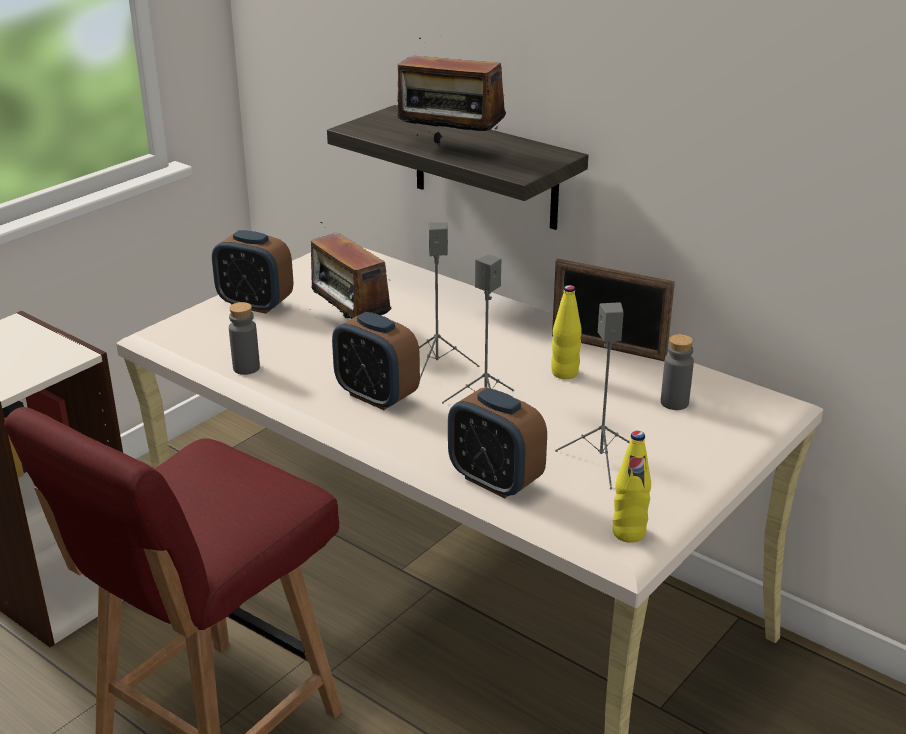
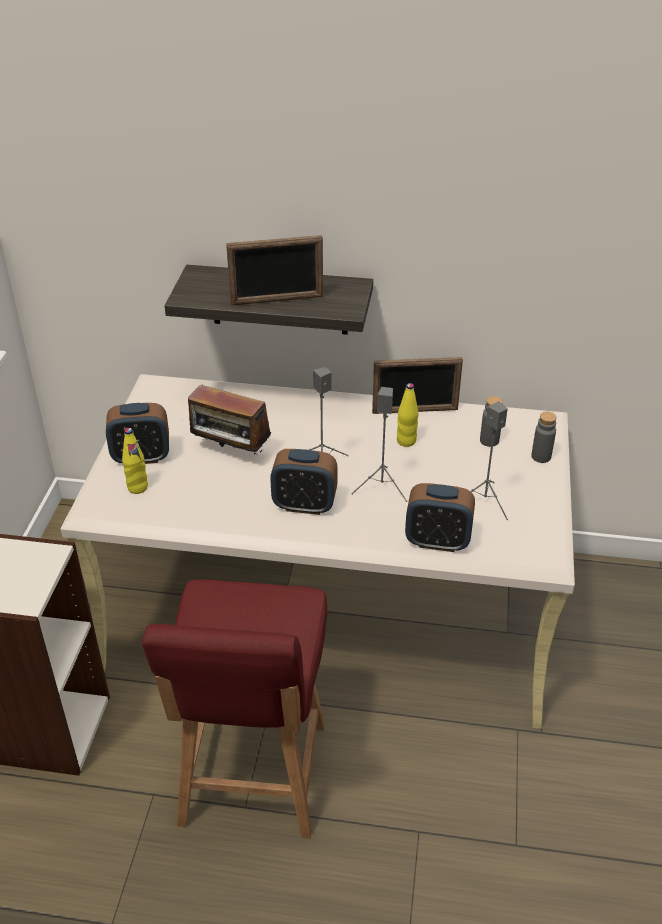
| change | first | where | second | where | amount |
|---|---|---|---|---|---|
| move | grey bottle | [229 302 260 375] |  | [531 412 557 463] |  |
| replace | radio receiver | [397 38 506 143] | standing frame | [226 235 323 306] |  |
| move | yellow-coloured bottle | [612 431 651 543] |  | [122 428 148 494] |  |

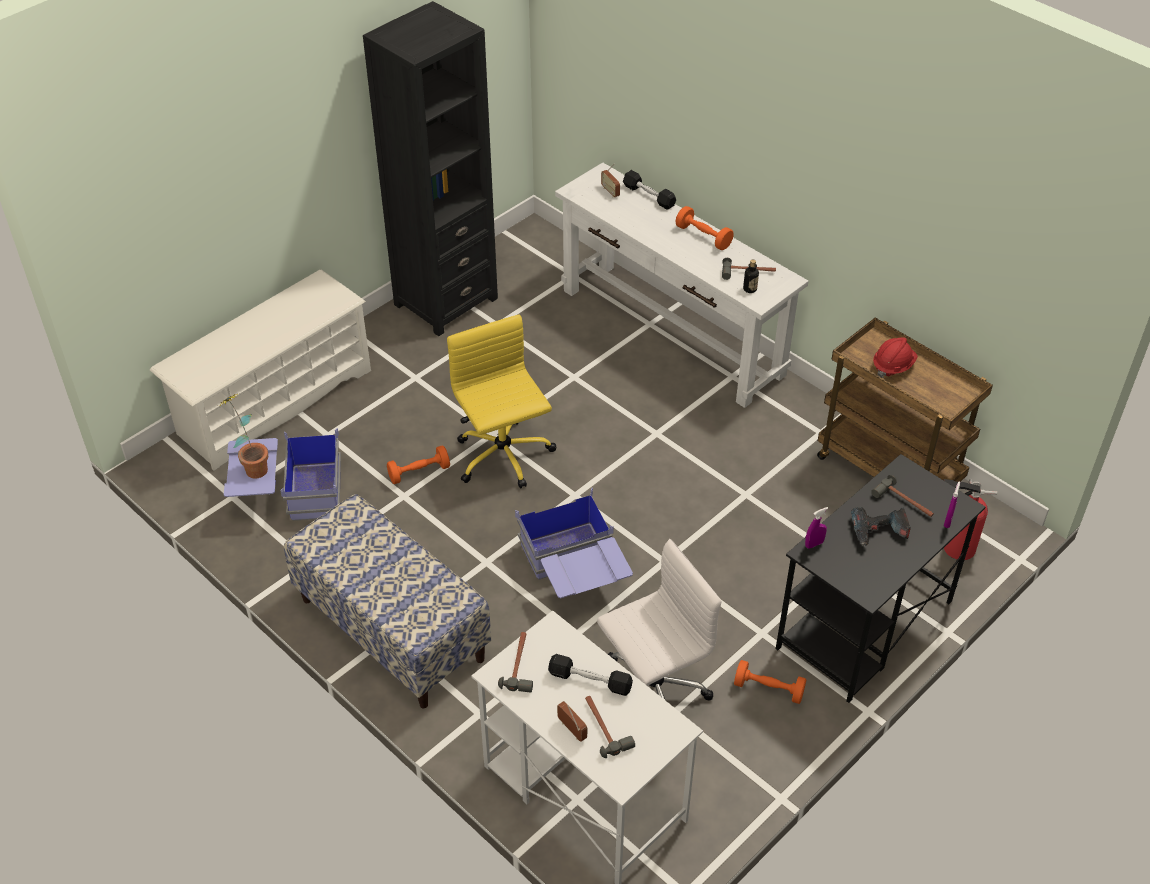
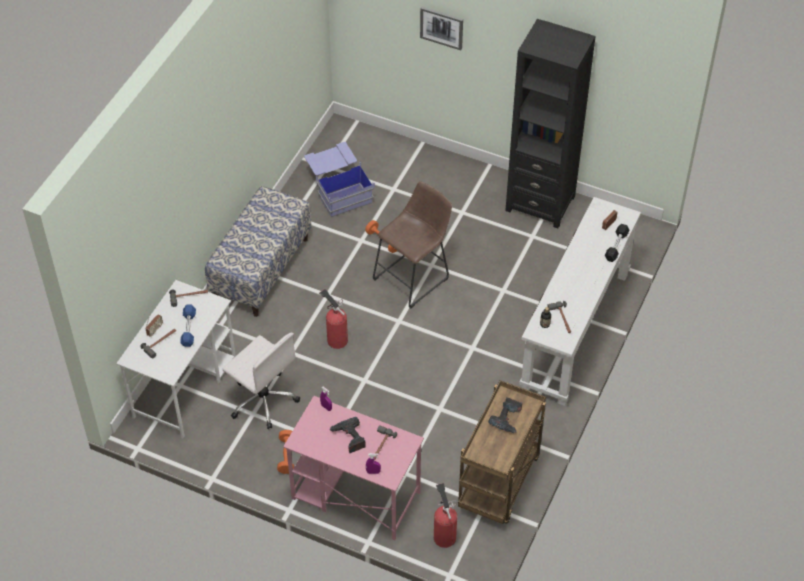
| change | first | where | second | where | amount |
|---|---|---|---|---|---|
| delete | white-coloured shoe shelf | [150 269 371 471] |  |  |  |
| delete | houseplant | [218 394 268 478] |  |  |  |
| replace | yellow-coloured computer chair | [447 314 556 488] | brown stool | [373 181 452 308] |  |
| replace | bluish storage bin | [515 488 633 598] | extinguisher | [319 289 348 349] |  |
| recolor | black-coloured hand weight | [548 654 633 696] | bluish hand weight | [180 304 196 347] |  |
| delete | orange hand weight | [676 206 734 250] |  |  |  |
| recolor | black-coloured desk unit | [776 454 985 703] | pinkish desk unit | [283 396 424 540] |  |
| replace | reddish hard hat | [873 337 918 378] | electric drill | [488 397 522 433] |  |
| insert |  |  | wall picture | [420 7 463 50] |  |

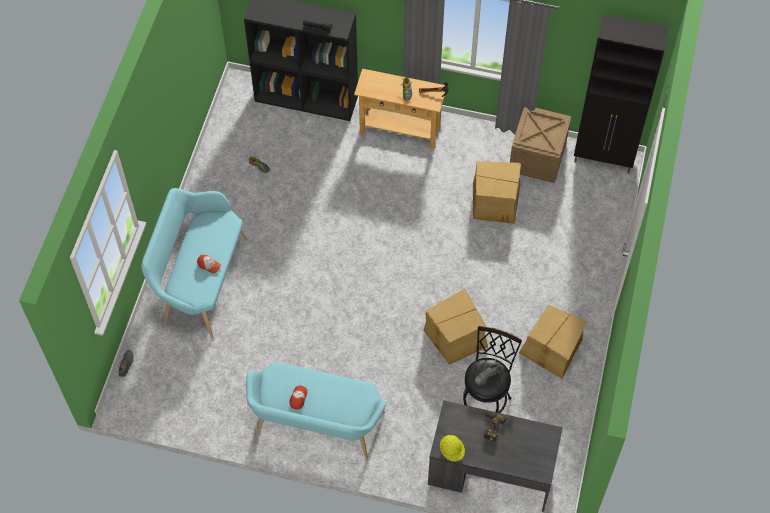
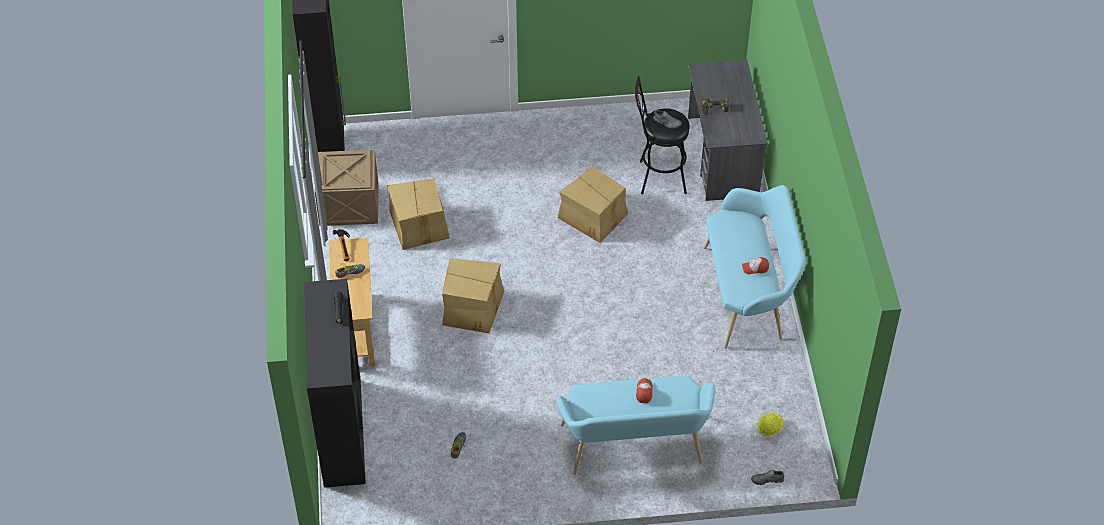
| change | first | where | second | where | amount |
|---|---|---|---|---|---|
| move | yellow-coloured hard hat | [440 435 465 462] |  | [757 413 784 436] |  |
| move | packing box | [519 305 587 379] |  | [442 258 504 334] |  |

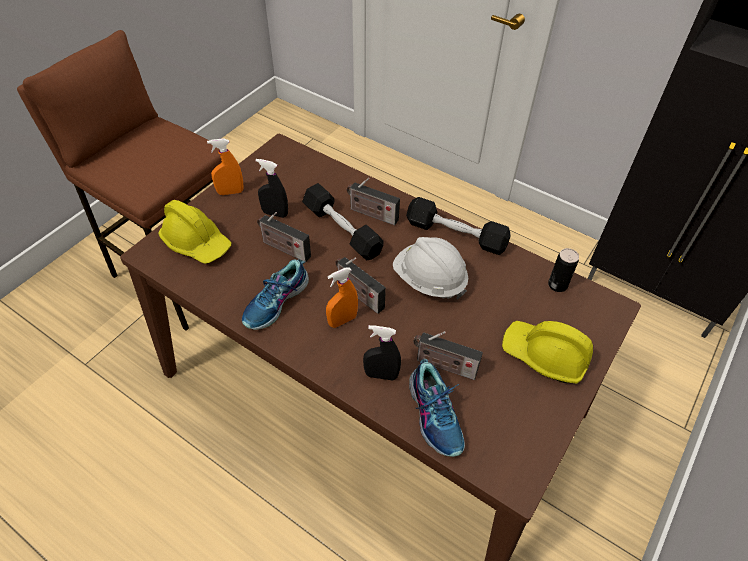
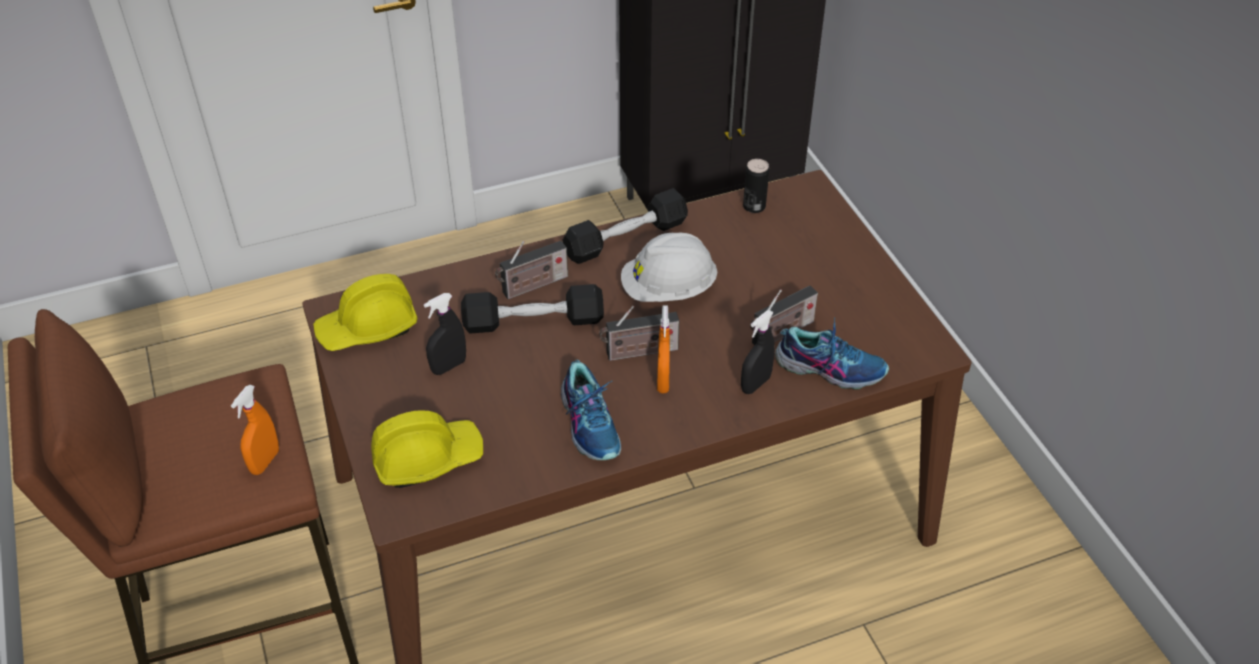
| change | first | where | second | where | amount |
|---|---|---|---|---|---|
| move | orange spray bottle | [207 138 243 195] |  | [231 385 279 475] |  |
| delete | radio receiver | [257 212 311 262] |  |  |  |
| move | yellow-coloured hard hat | [502 321 593 383] |  | [313 274 417 351] |  |

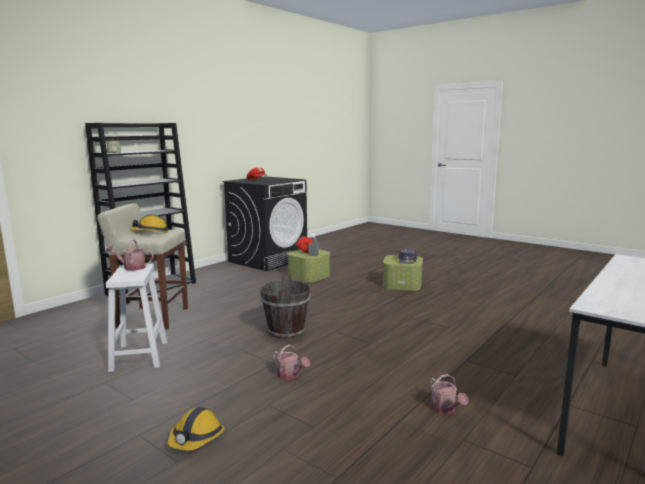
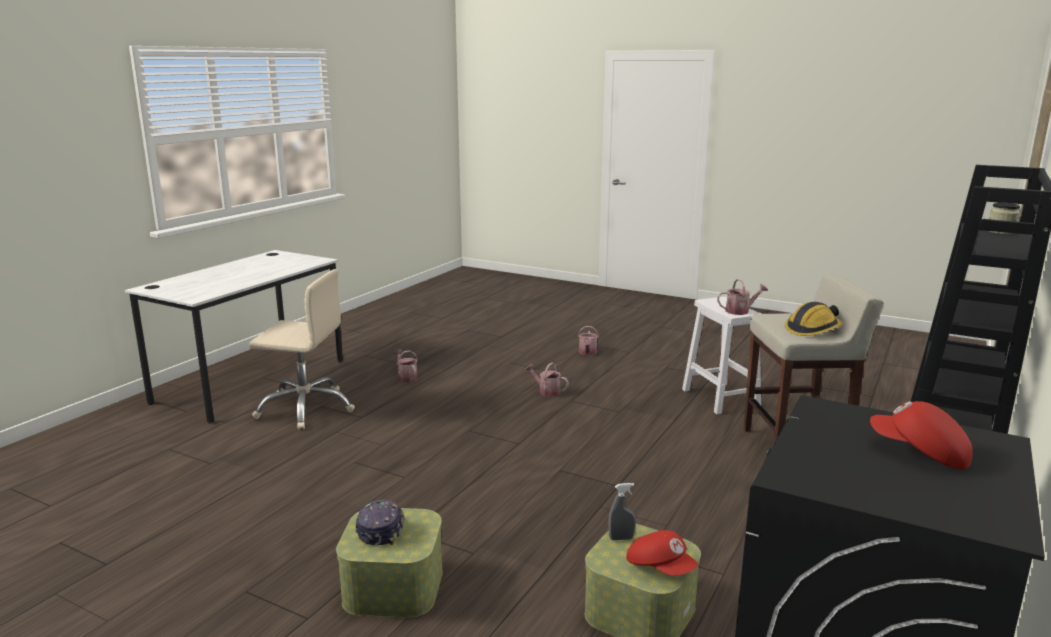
| change | first | where | second | where | amount |
|---|---|---|---|---|---|
| replace | hard hat | [168 407 225 451] | watering can | [578 326 599 355] |  |
| delete | brown bucket | [260 275 311 339] |  |  |  |
| insert |  |  | sand-coloured computer chair | [249 269 355 430] |  |

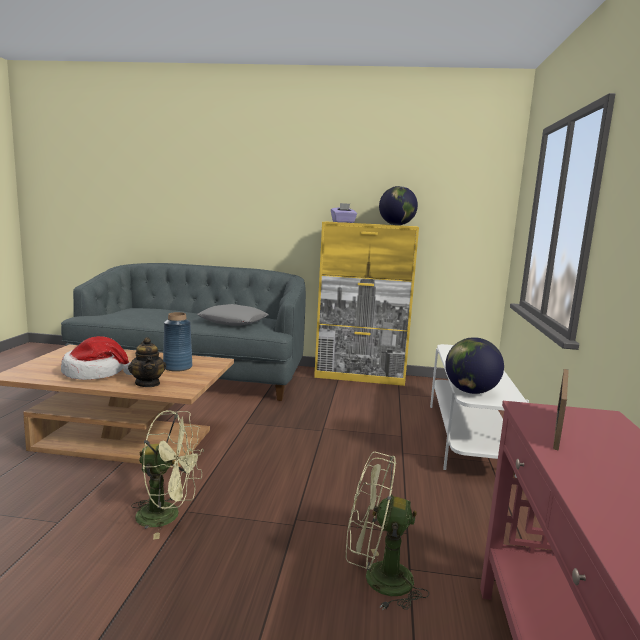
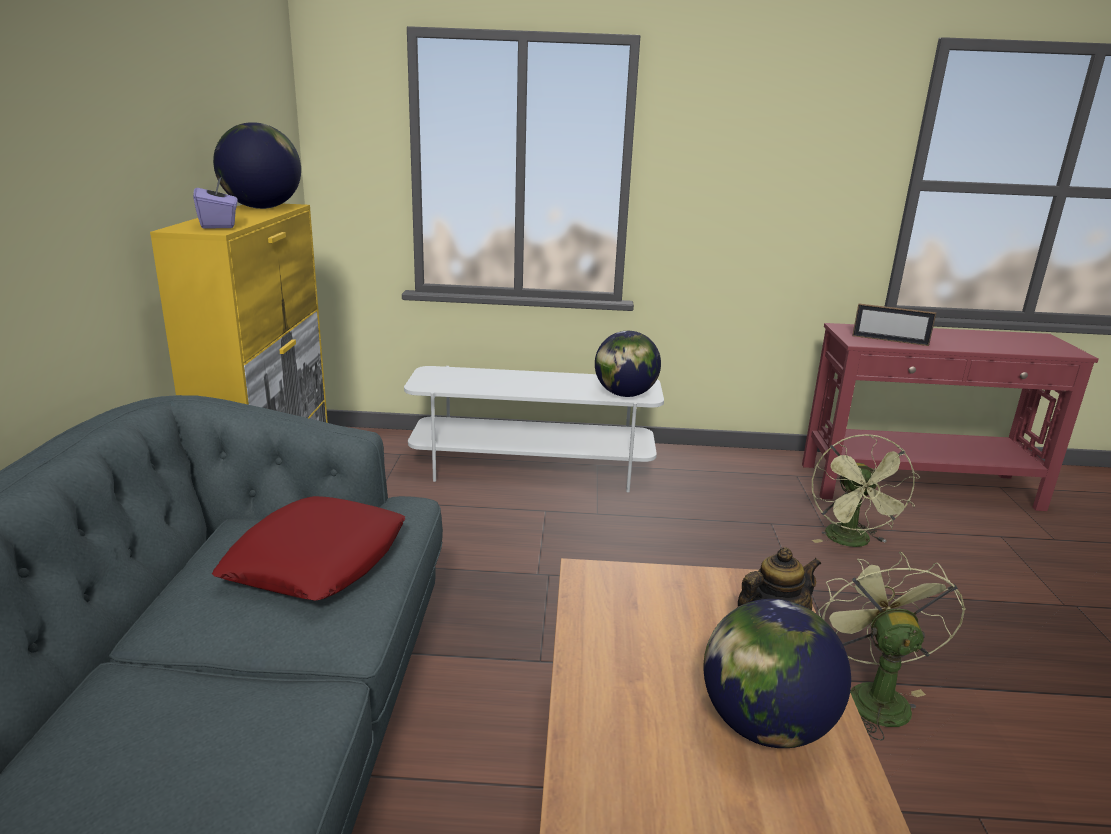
| change | first | where | second | where | amount |
|---|---|---|---|---|---|
| replace | wearable hat | [61 336 132 380] | desk globe | [704 599 851 748] |  |
| delete | bluish vase | [163 312 192 372] |  |  |  |
| recolor | grey cushion | [197 304 269 326] | reddish cushion | [212 496 405 600] |  |

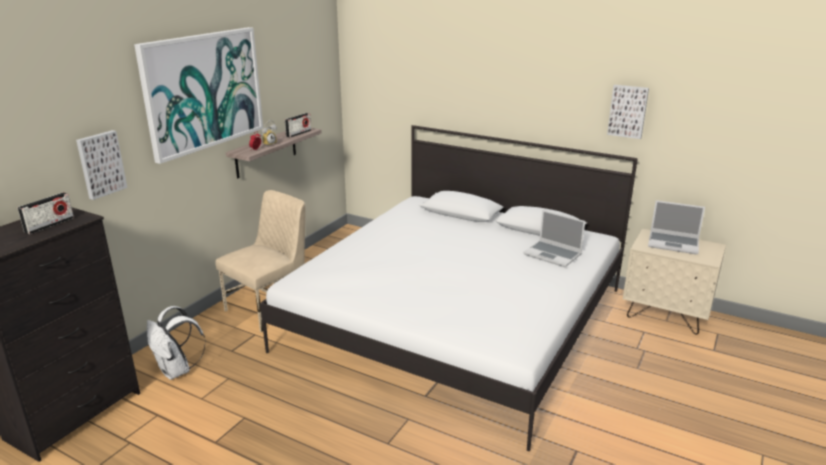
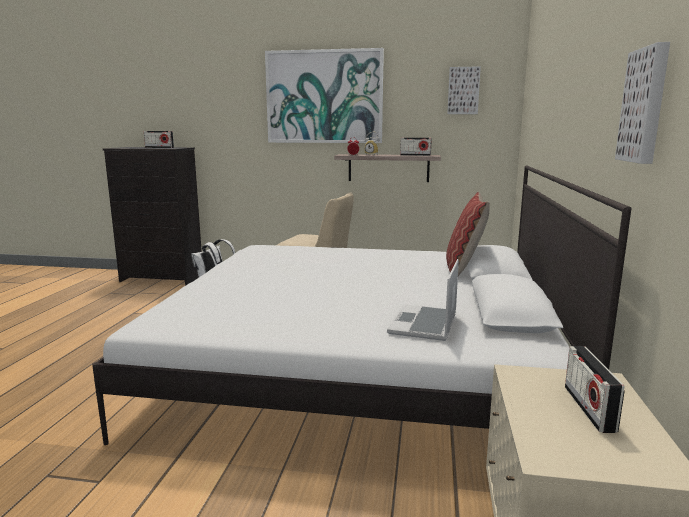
| change | first | where | second | where | amount |
|---|---|---|---|---|---|
| move | wall picture | [76 130 127 200] |  | [447 66 481 114] |  |
| replace | laptop | [648 200 705 254] | radio receiver | [565 346 625 433] |  |
| insert |  |  | cushion | [446 192 490 276] |  |

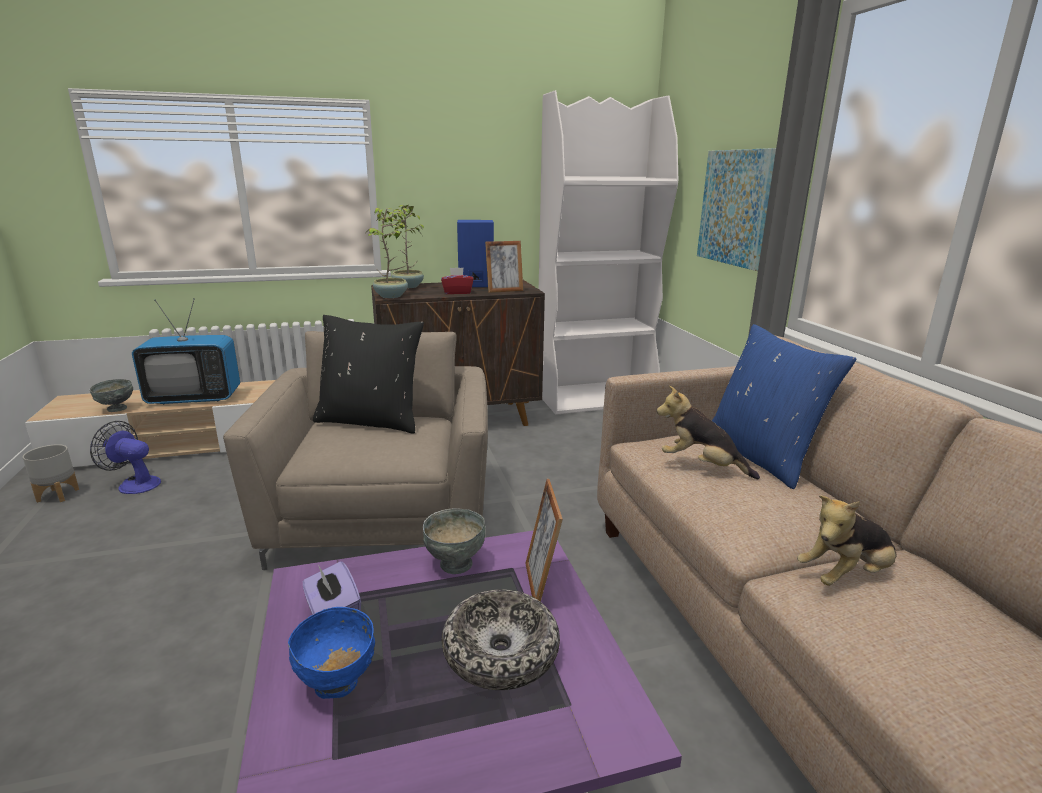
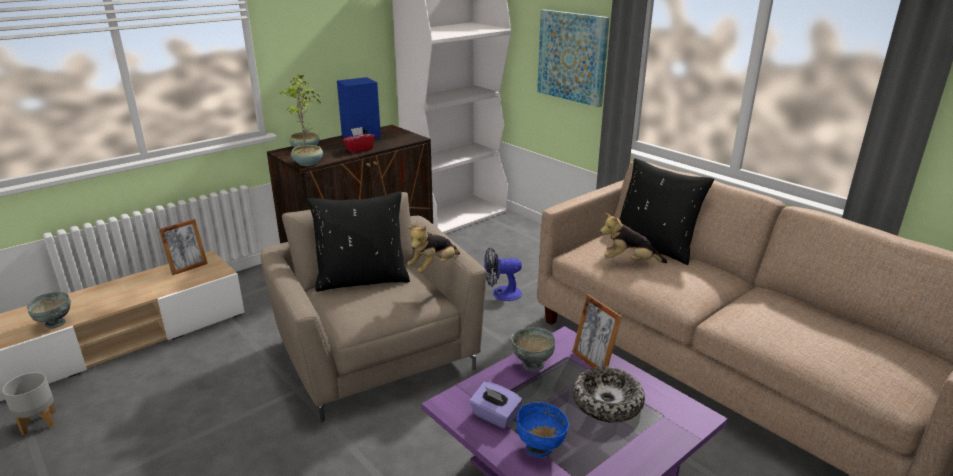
| change | first | where | second | where | amount |
|---|---|---|---|---|---|
| move | fan | [90 421 161 494] |  | [484 247 522 301] |  |
| delete | TV | [132 298 240 405] |  |  |  |
| move | standing frame | [485 241 523 293] |  | [158 219 208 275] |  |
| recolor | bluish cushion | [712 324 856 489] | black-coloured cushion | [611 158 714 265] |  |
| move | plush toy | [797 495 897 586] |  | [407 225 460 273] |  |

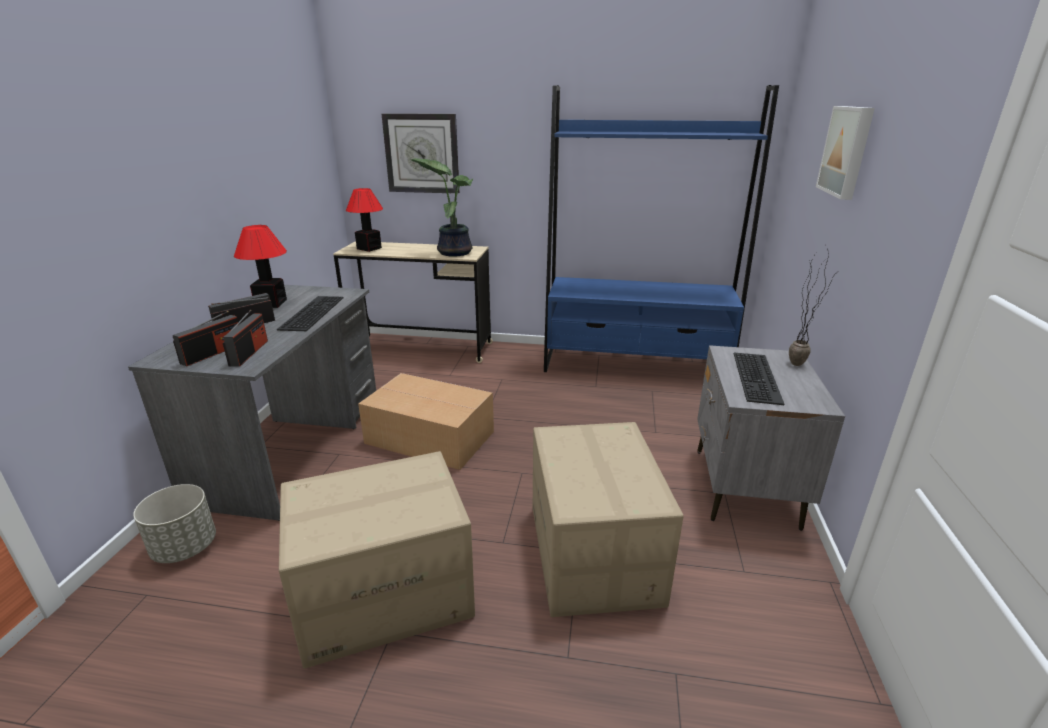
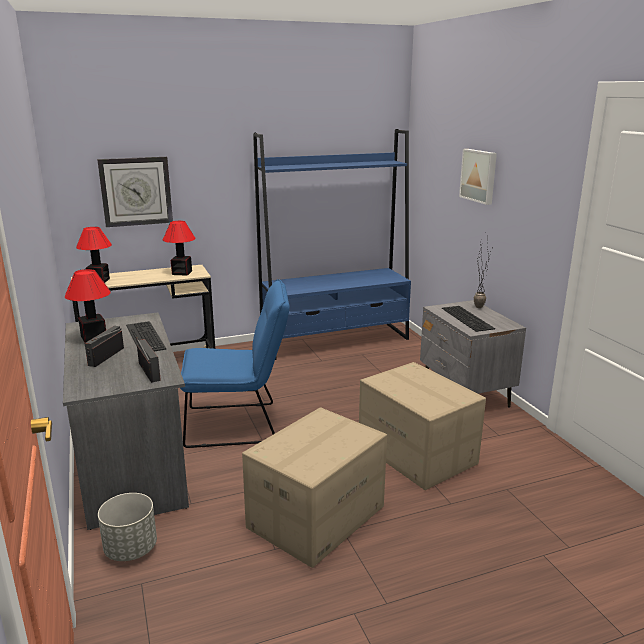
| change | first | where | second | where | amount |
|---|---|---|---|---|---|
| delete | radio receiver | [173 311 238 366] |  |  |  |
| replace | packing box | [358 373 494 470] | bluish plain chair | [180 279 290 448] |  |
| replace | houseplant | [411 158 473 257] | lamp for a table | [163 221 196 276] |  |

